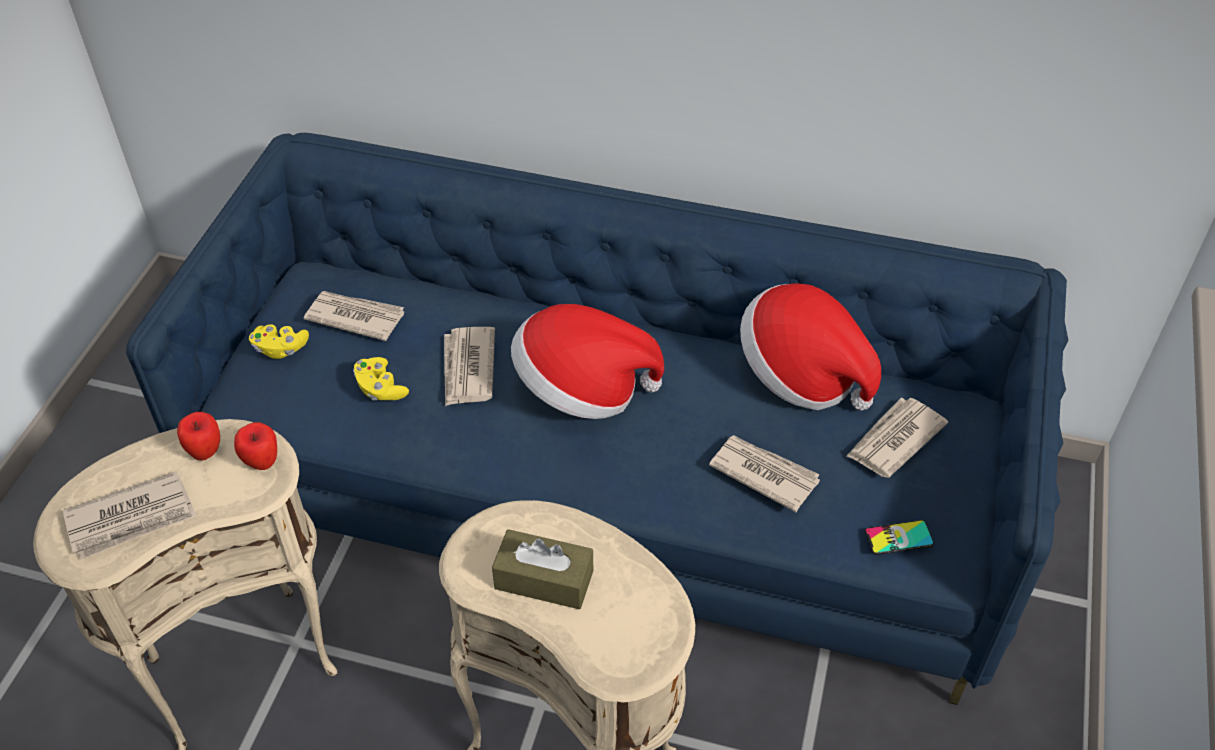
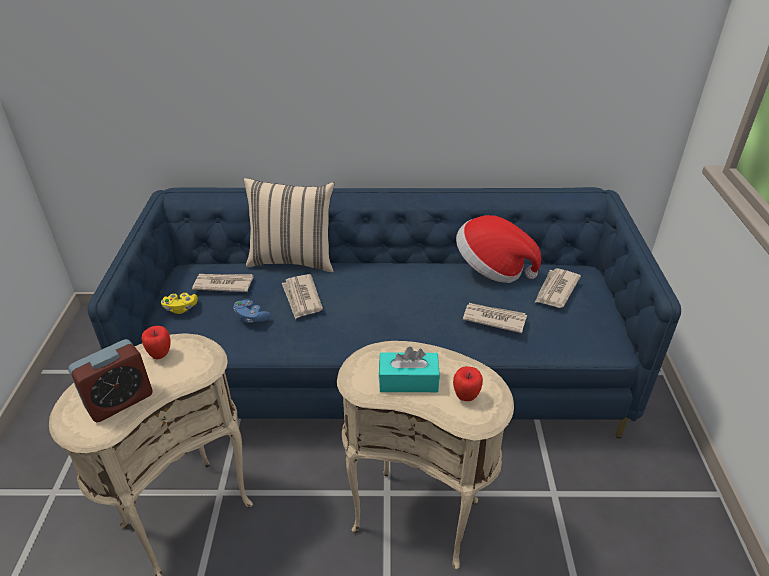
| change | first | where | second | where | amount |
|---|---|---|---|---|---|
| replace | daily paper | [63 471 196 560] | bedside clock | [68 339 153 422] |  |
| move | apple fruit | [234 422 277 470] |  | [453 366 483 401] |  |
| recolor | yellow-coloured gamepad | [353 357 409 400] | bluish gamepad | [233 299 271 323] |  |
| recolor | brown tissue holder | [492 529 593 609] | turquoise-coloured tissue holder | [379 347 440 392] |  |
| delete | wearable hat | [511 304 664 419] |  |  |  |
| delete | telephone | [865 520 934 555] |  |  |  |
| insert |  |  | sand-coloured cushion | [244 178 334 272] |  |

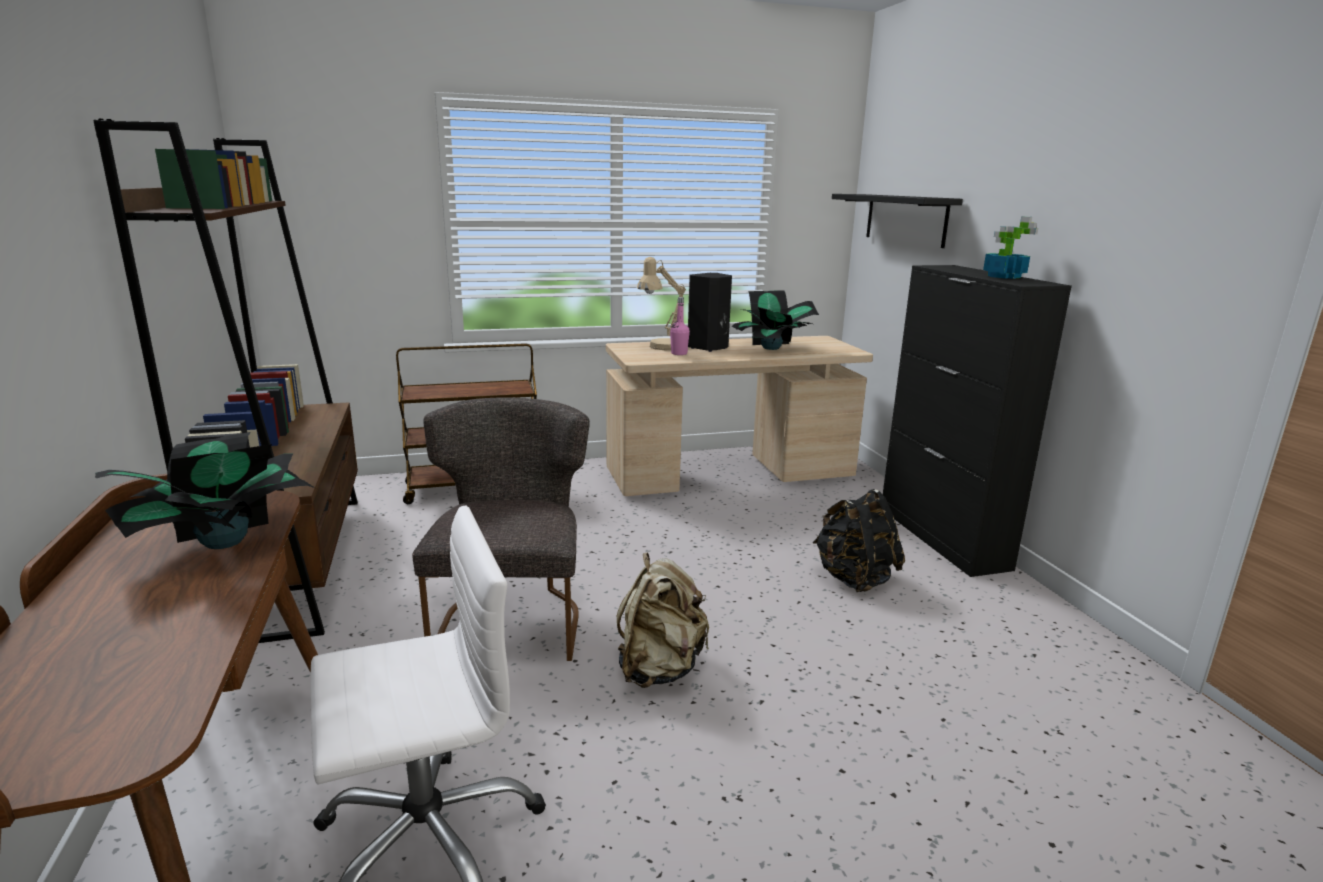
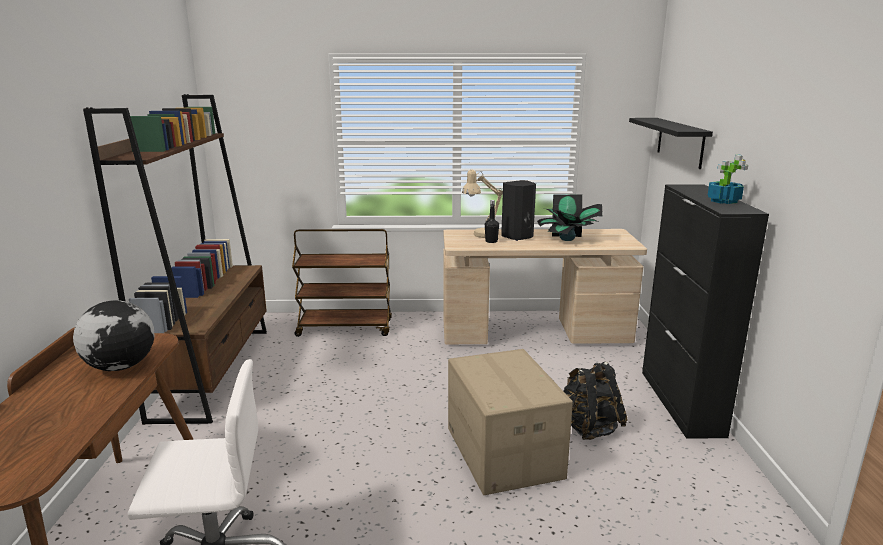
| change | first | where | second | where | amount |
|---|---|---|---|---|---|
| replace | houseplant | [95 432 315 549] | desk globe | [73 300 154 371] |  |
| delete | grey plain chair | [412 397 590 661] |  |  |  |
| delete | sand-coloured rucksack | [617 552 709 688] |  |  |  |
| recolor | pinkish bottle | [670 297 690 355] | black-coloured bottle | [485 200 499 243] |  |
| insert |  |  | packing box | [448 349 573 495] |  |

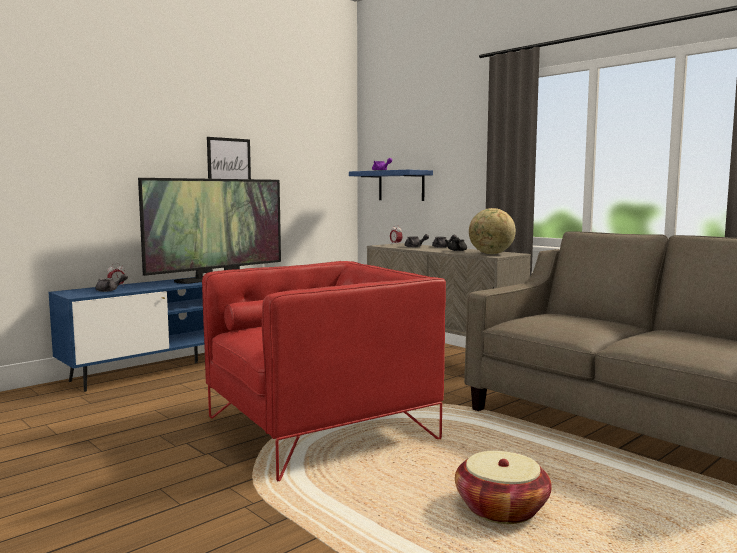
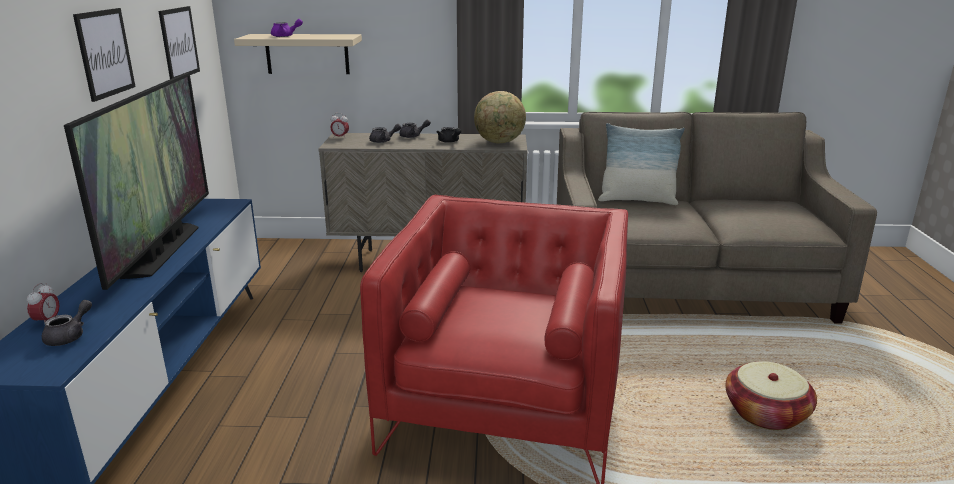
| change | first | where | second | where | amount |
|---|---|---|---|---|---|
| recolor | bluish shelf | [349 170 433 201] | sand-coloured shelf | [234 34 362 74] |  |
| insert |  |  | wall picture | [159 6 200 79] |  |
| insert |  |  | cushion | [598 123 685 205] |  |

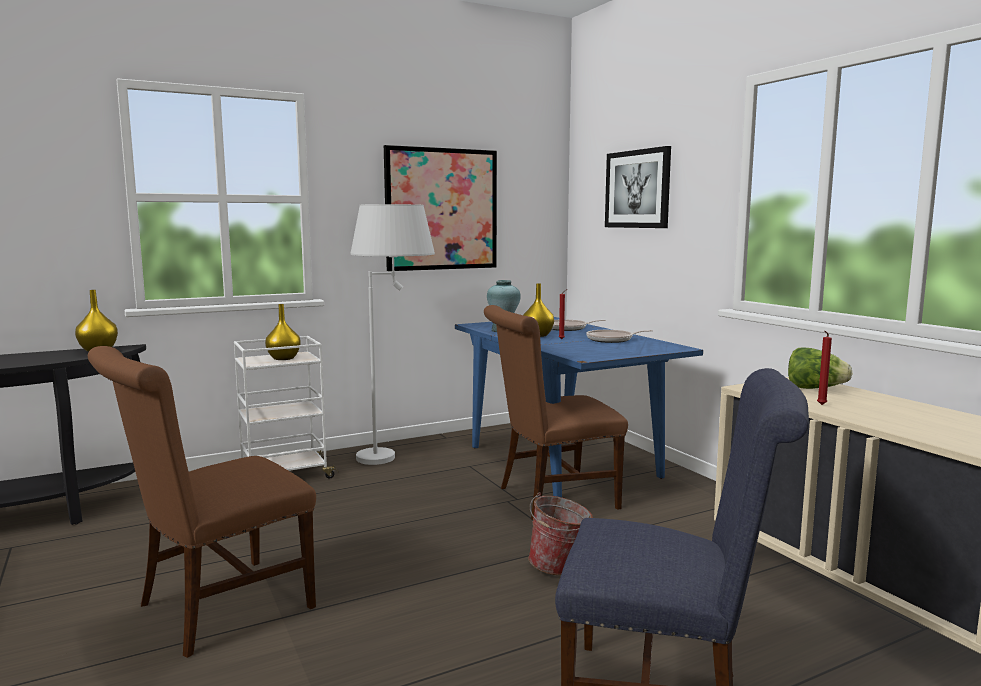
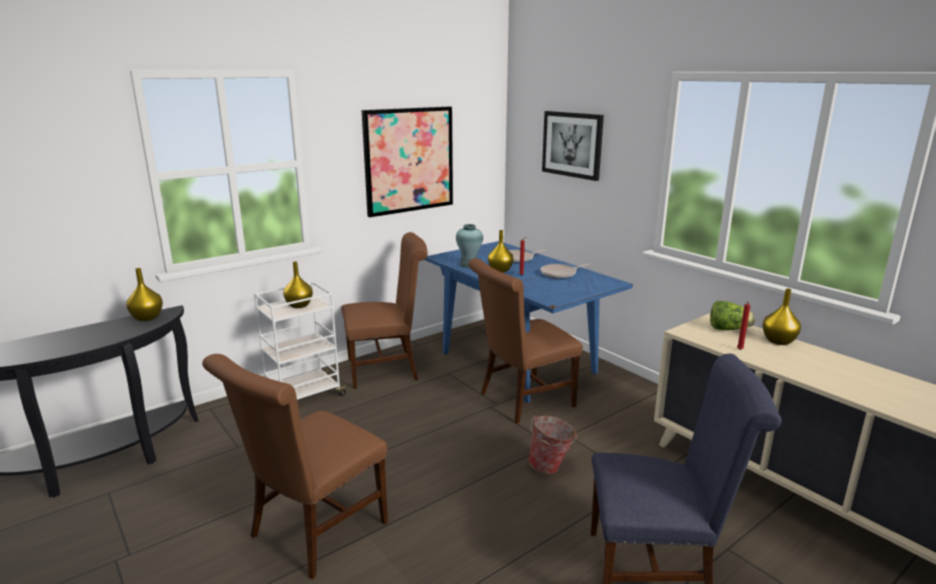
| change | first | where | second | where | amount |
|---|---|---|---|---|---|
| replace | white-coloured standard lamp | [351 204 435 465] | brown plain chair | [341 232 428 389] |  |
| insert |  |  | yellow-coloured vase | [763 289 801 345] |  |

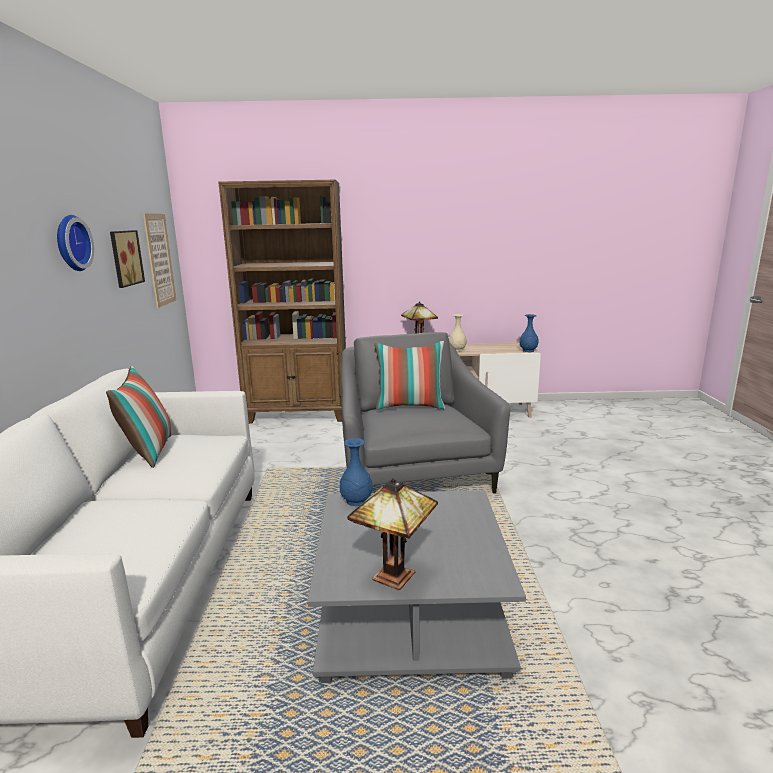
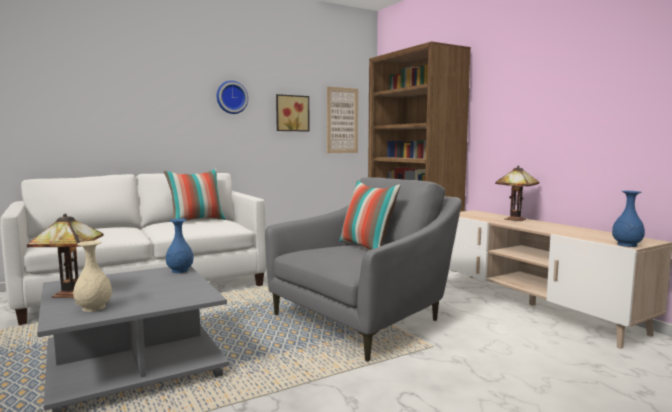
| change | first | where | second | where | amount |
|---|---|---|---|---|---|
| move | sand-coloured vase | [449 314 467 352] |  | [73 241 112 312] |  |

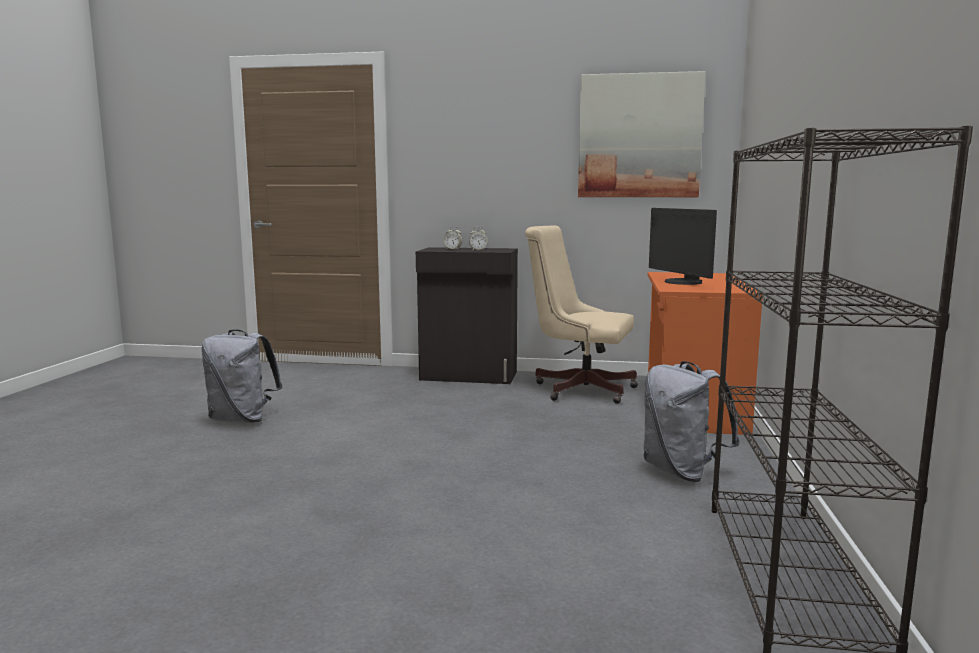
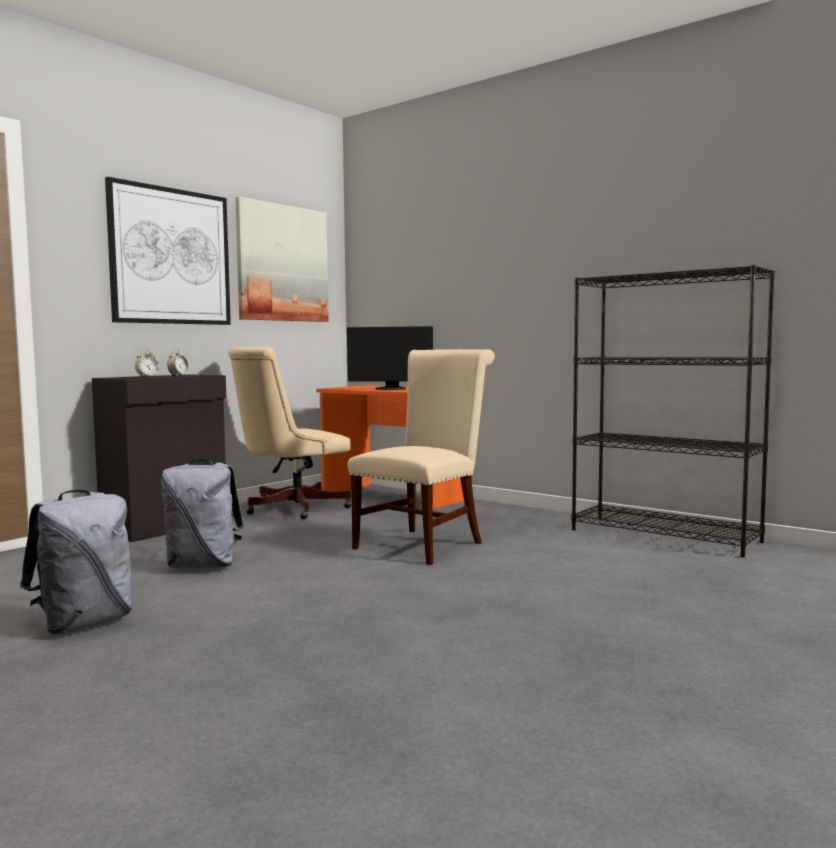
| change | first | where | second | where | amount |
|---|---|---|---|---|---|
| move | grey rucksack | [643 361 740 482] |  | [161 459 244 568] |  |
| insert |  |  | wall picture | [105 177 231 325] |  |
| insert |  |  | sand-coloured plain chair | [348 349 495 565] |  |

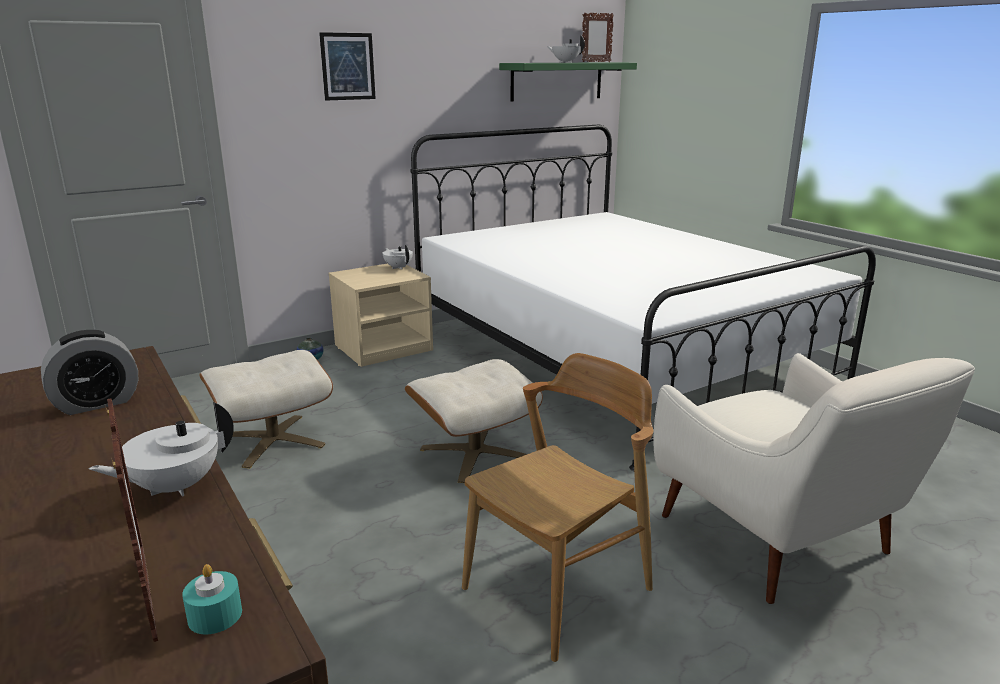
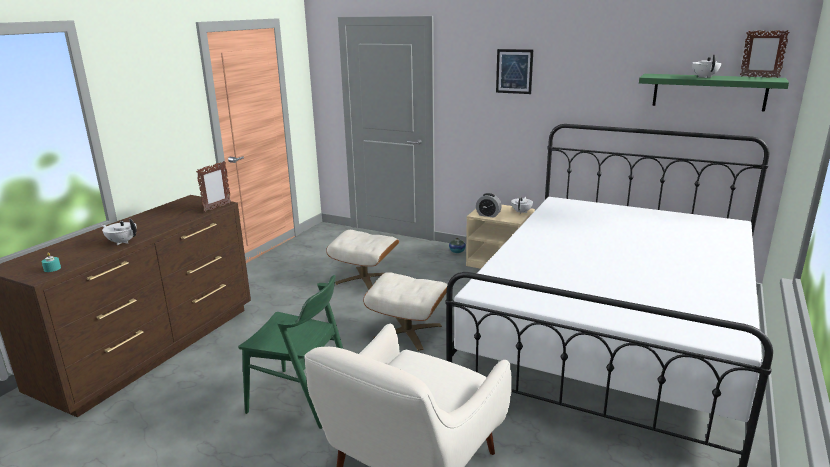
| change | first | where | second | where | amount |
|---|---|---|---|---|---|
| move | bedside clock | [41 330 138 415] |  | [476 193 502 218] |  |
| move | standing frame | [105 398 158 642] |  | [196 161 231 212] |  |
| recolor | brown plain chair | [462 353 654 662] | green-coloured plain chair | [238 275 343 429] |  |

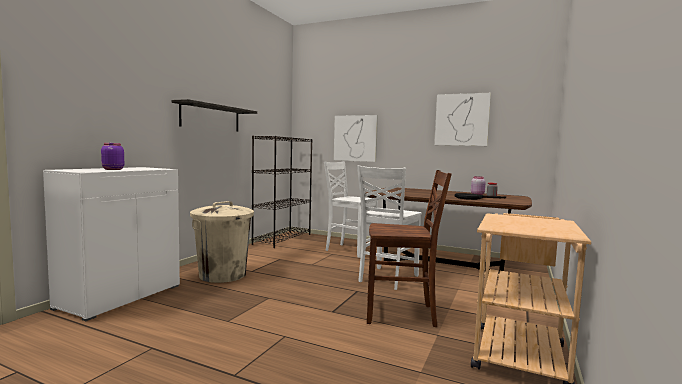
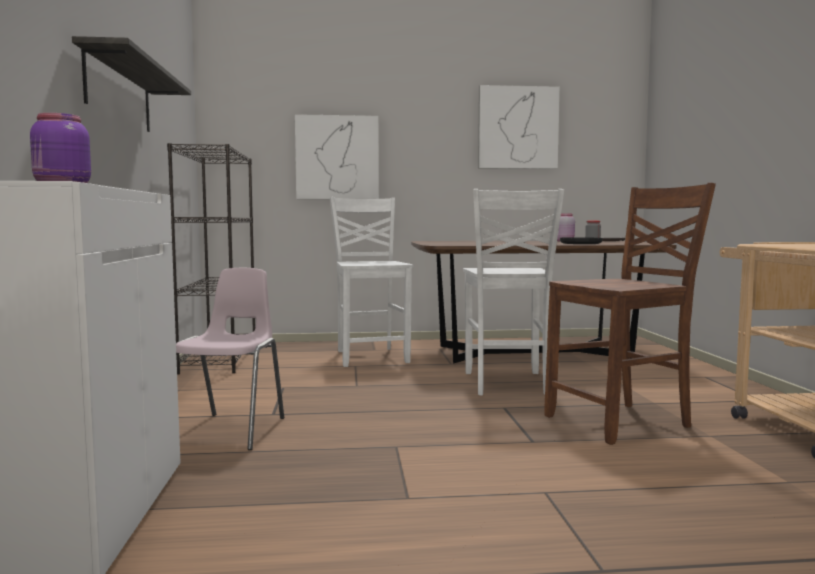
| change | first | where | second | where | amount |
|---|---|---|---|---|---|
| replace | sand-coloured waste bin | [190 201 254 283] | pinkish plain chair | [176 268 284 450] |  |
| rotate | white-coloured plain chair | [324 161 378 258] |  | [330 197 413 367] | 75 degrees clockwise |

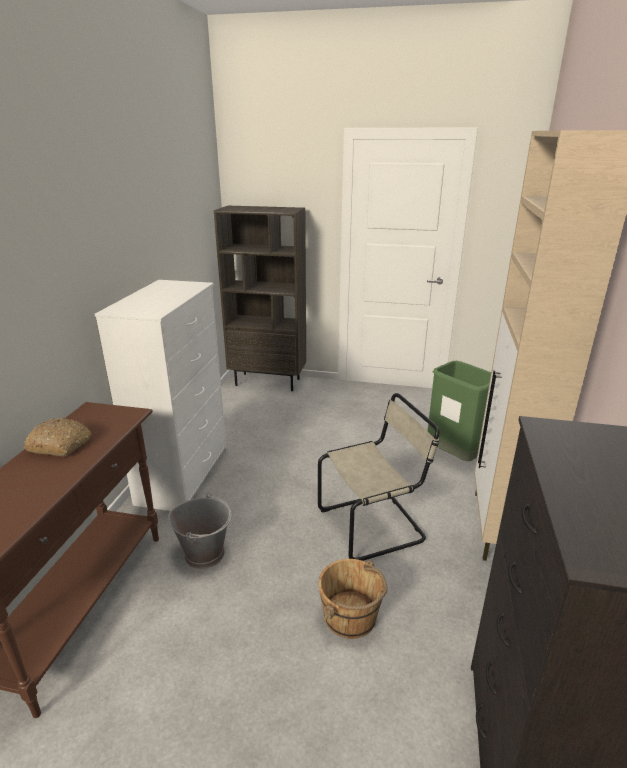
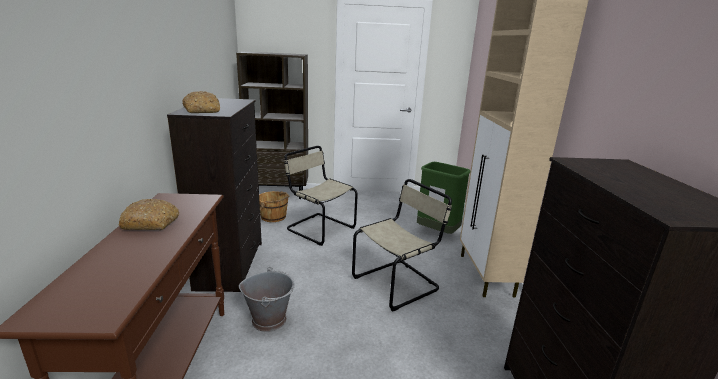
| change | first | where | second | where | amount |
|---|---|---|---|---|---|
| recolor | white-coloured dresser | [95 280 227 511] | black-coloured dresser | [167 98 262 292] |  |
| move | brown bucket | [318 559 388 639] |  | [259 191 289 222] |  |
| insert |  |  | bread | [183 91 220 113] |  |
| insert |  |  | sand-coloured plain chair | [284 146 358 246] |  |

